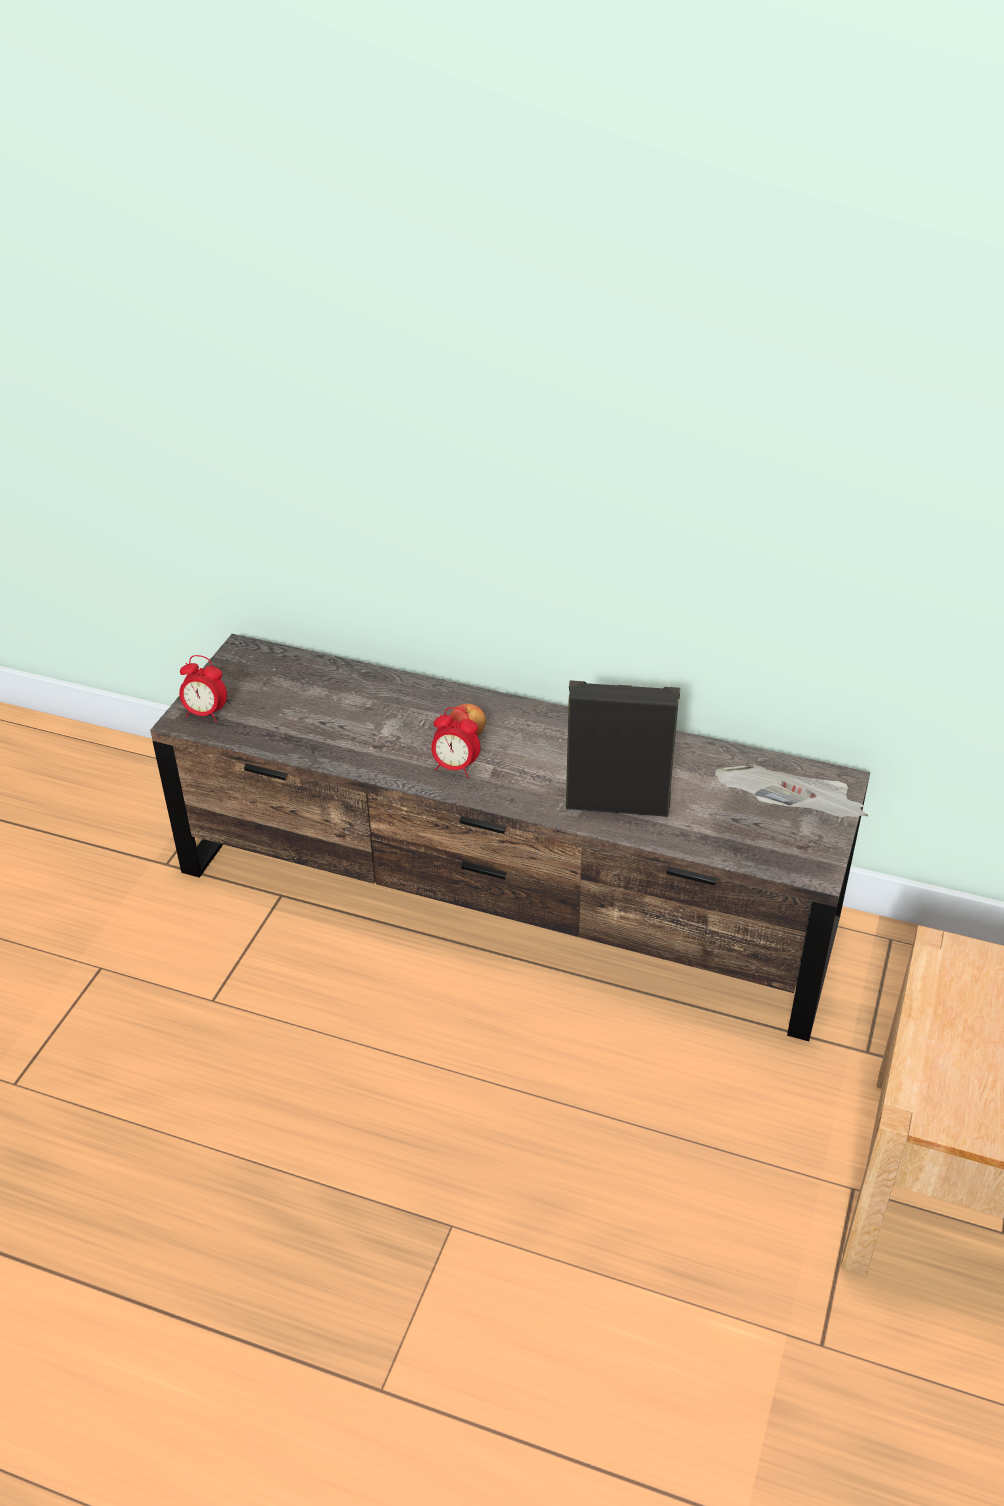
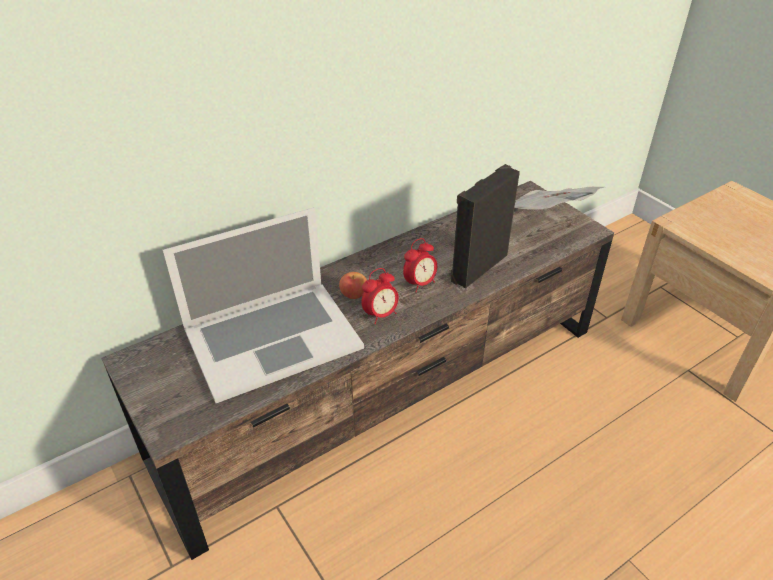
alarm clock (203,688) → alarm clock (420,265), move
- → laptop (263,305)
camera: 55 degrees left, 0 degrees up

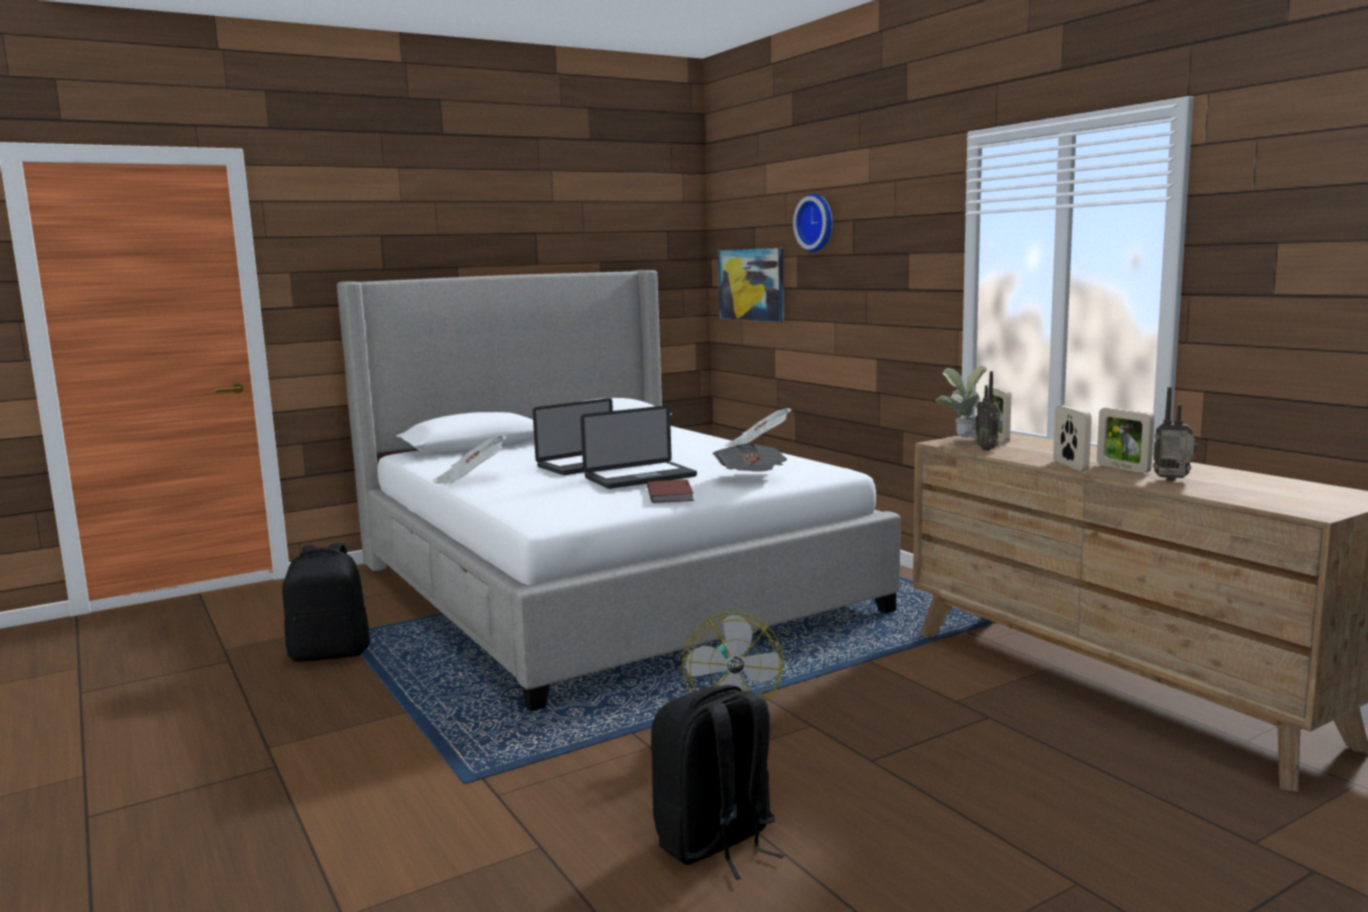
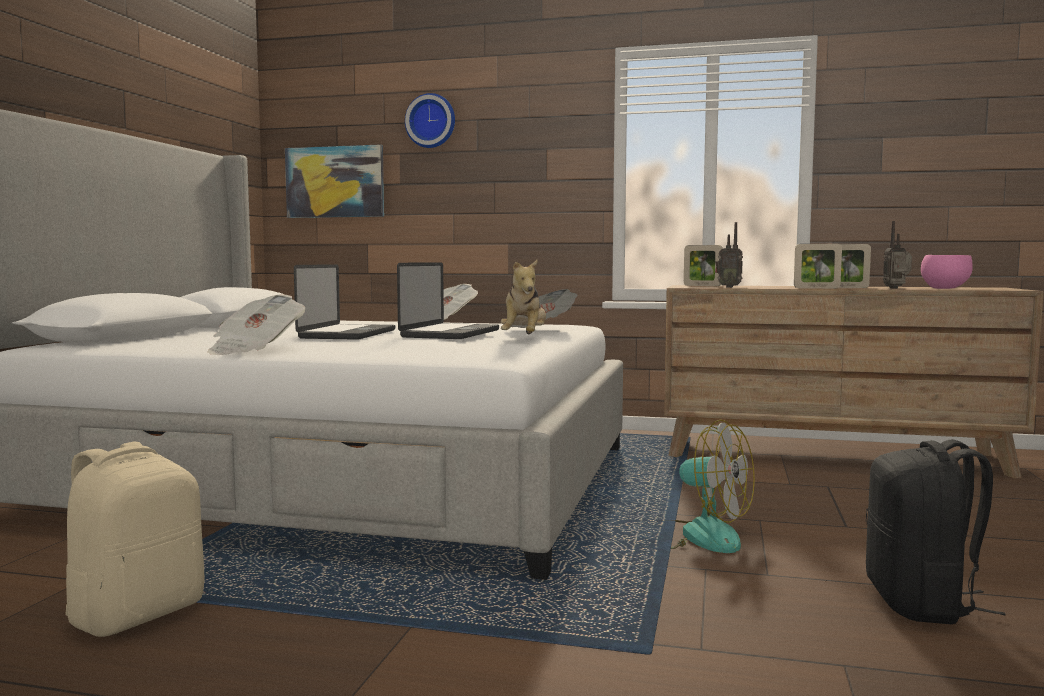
black backpack (326,602) → beige backpack (134,539)
brown book (670,491) → plush toy (523,297)
potted plant (961,403) → -
picture frame (1072,438) → picture frame (818,266), 150 degrees clockwise
- → pink bowl (947,272)
camera: 45 degrees left, 5 degrees down

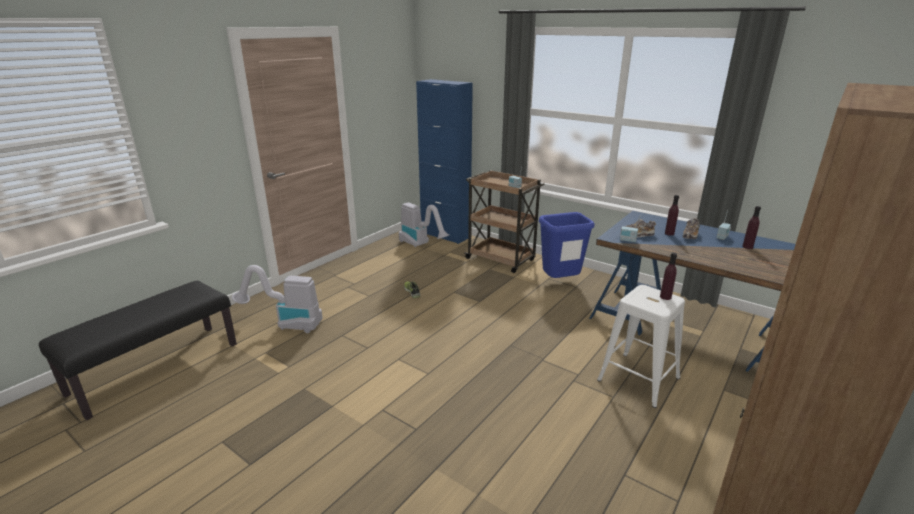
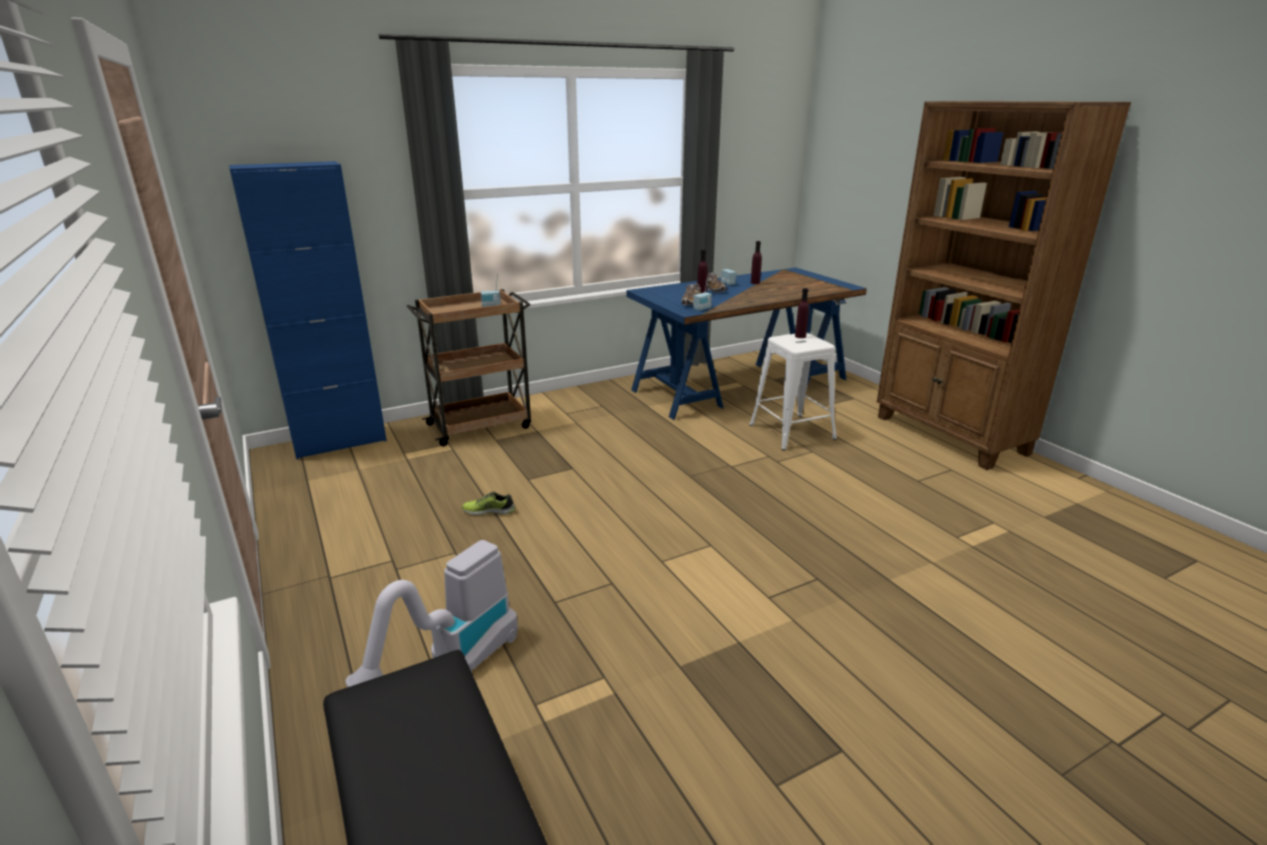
vacuum cleaner (424,225) → -
blue trash can (566,245) → -
camera: 65 degrees left, 0 degrees up

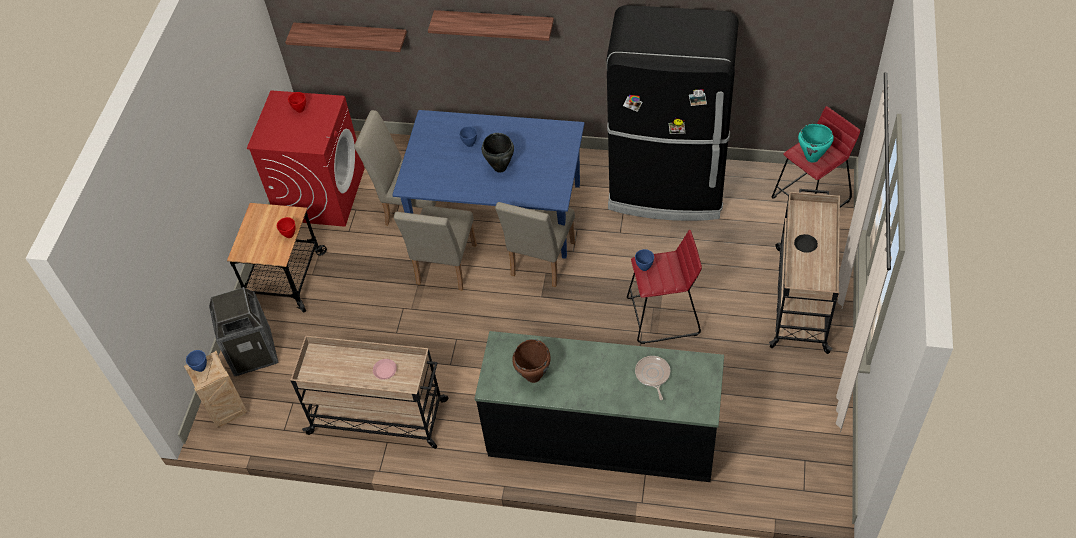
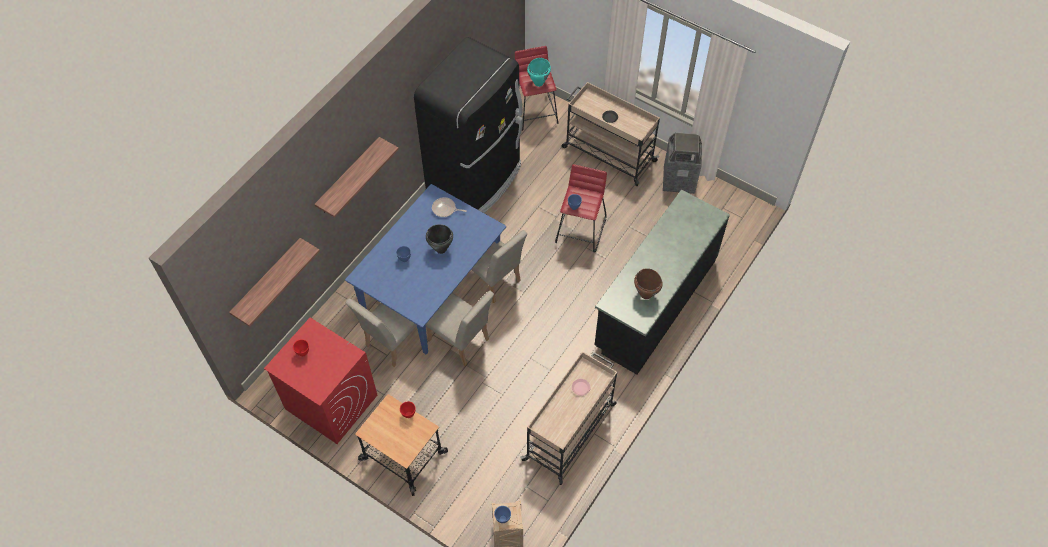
trash can (244,331) → trash can (682,163), move
frying pan (652,378) → frying pan (449,207), move
camera: 70 degrees left, 5 degrees up

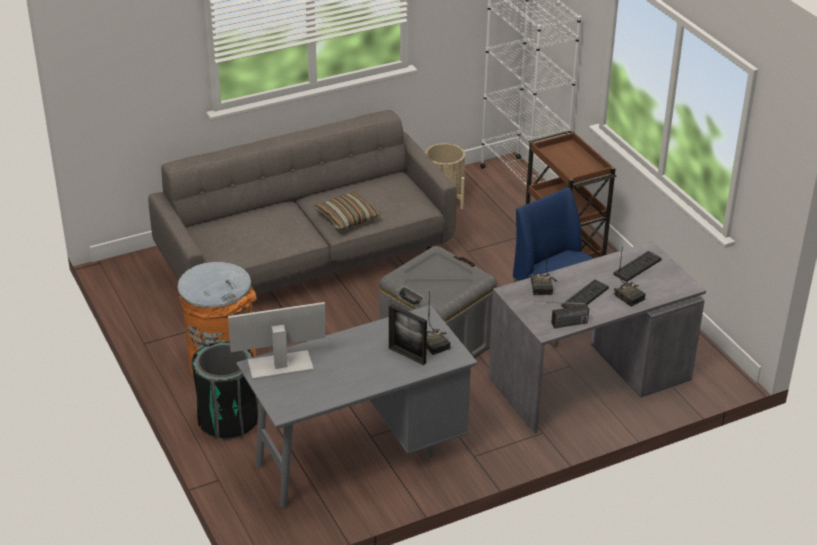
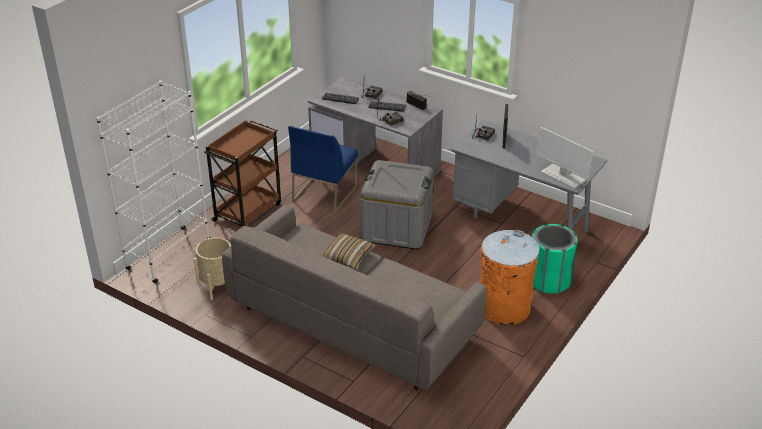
black trash can (225,390) → green trash can (554,259)
camera: 120 degrees left, 0 degrees up

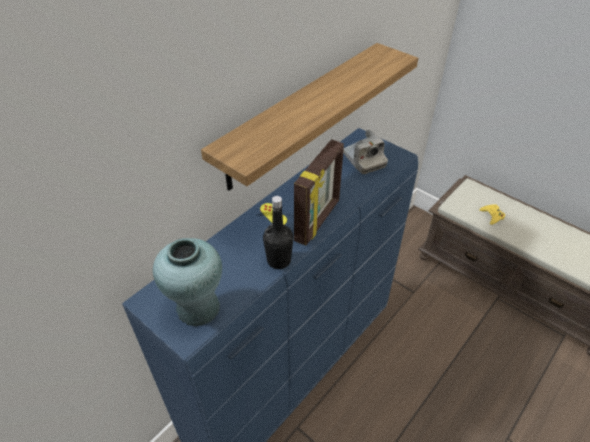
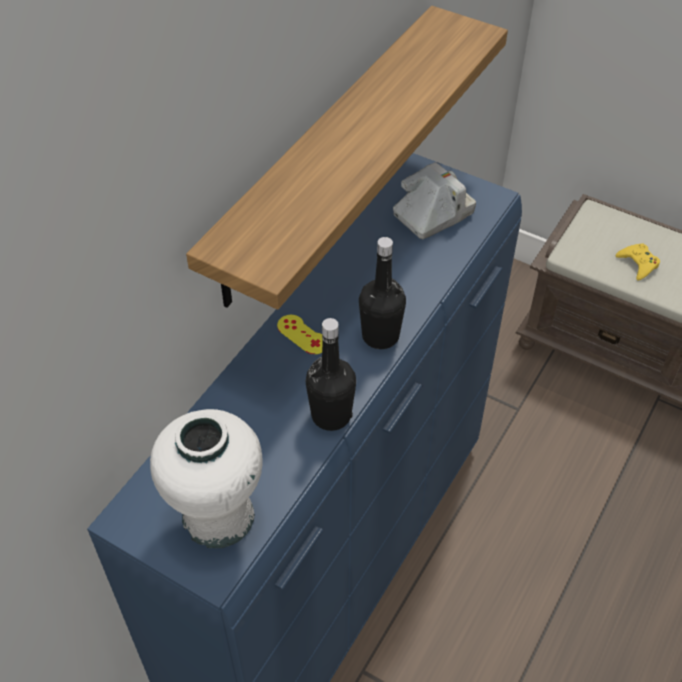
turquoise vase (187,282) → white vase (206,478)
picture frame (319,192) → black bottle (382,293)
photo camera (365,152) → photo camera (434,201), 90 degrees counterclockwise
camera: 10 degrees left, 5 degrees up

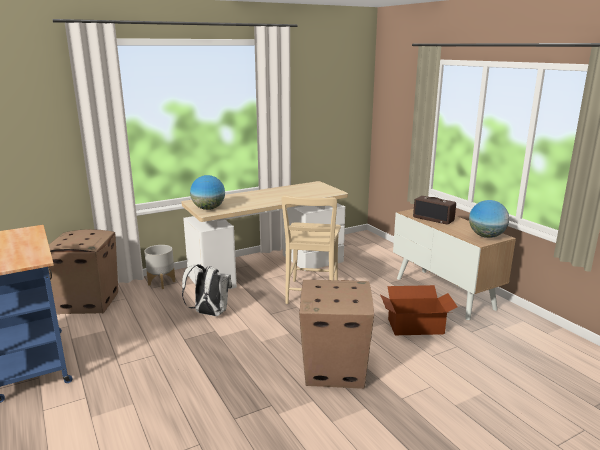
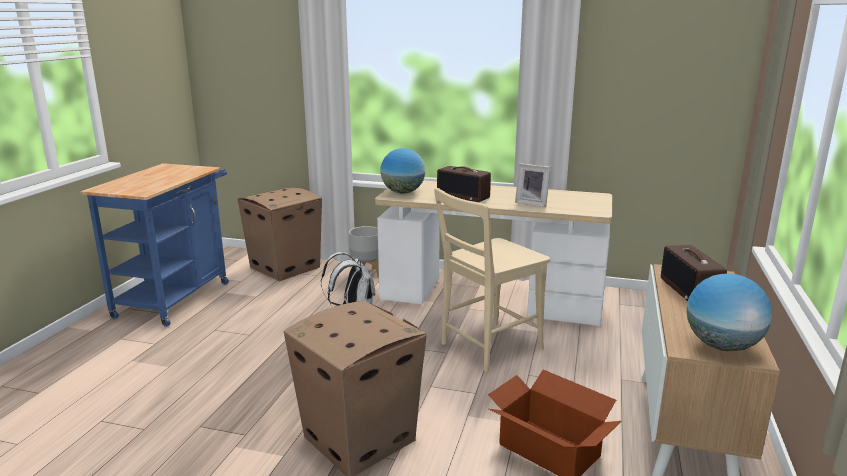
- → radio (464,184)
- → picture frame (533,185)
camera: 45 degrees right, 0 degrees up

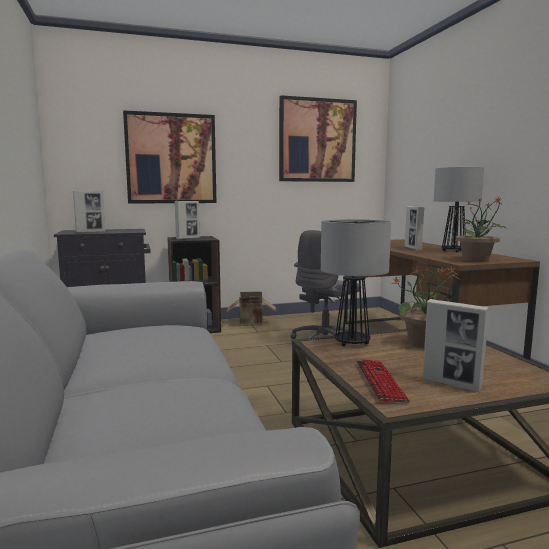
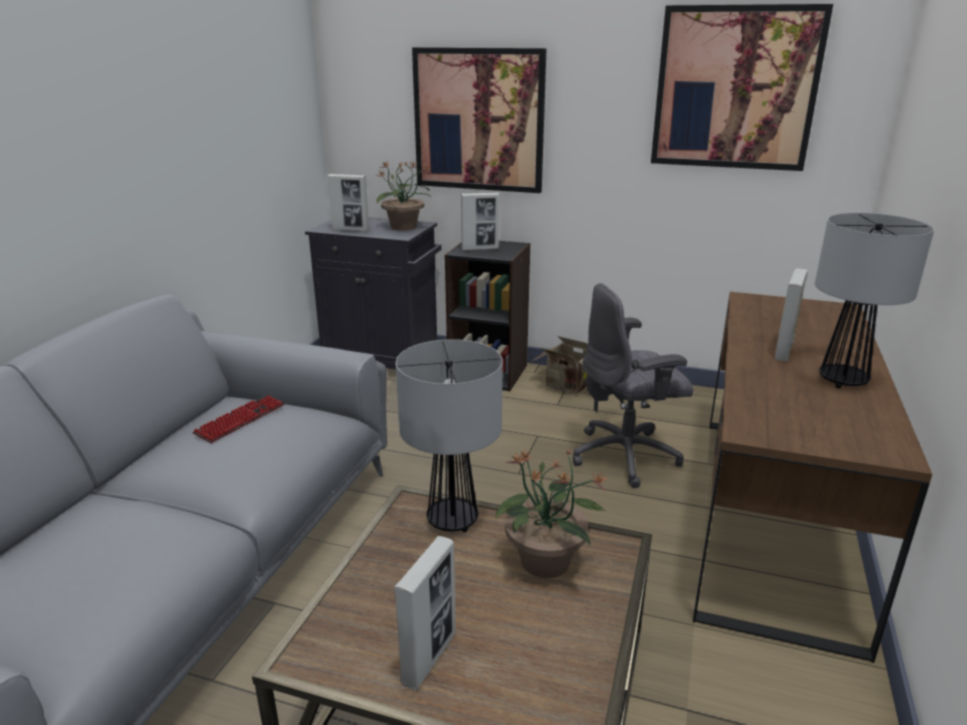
keyboard (383,381) → keyboard (238,419), move
picture frame (456,345) → picture frame (425,613), 135 degrees counterclockwise
potted plant (479,229) → potted plant (404,195), move
camera: 35 degrees right, 15 degrees up

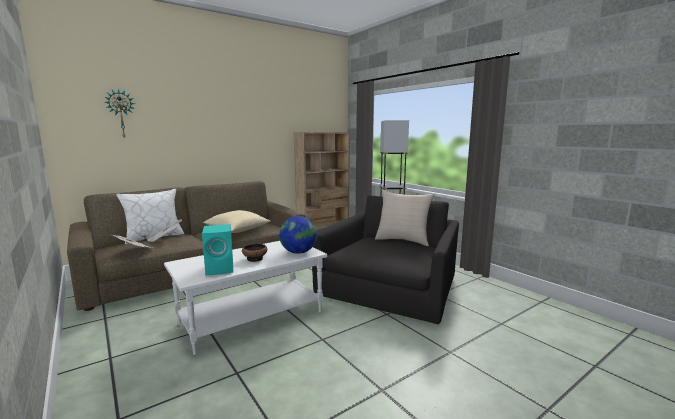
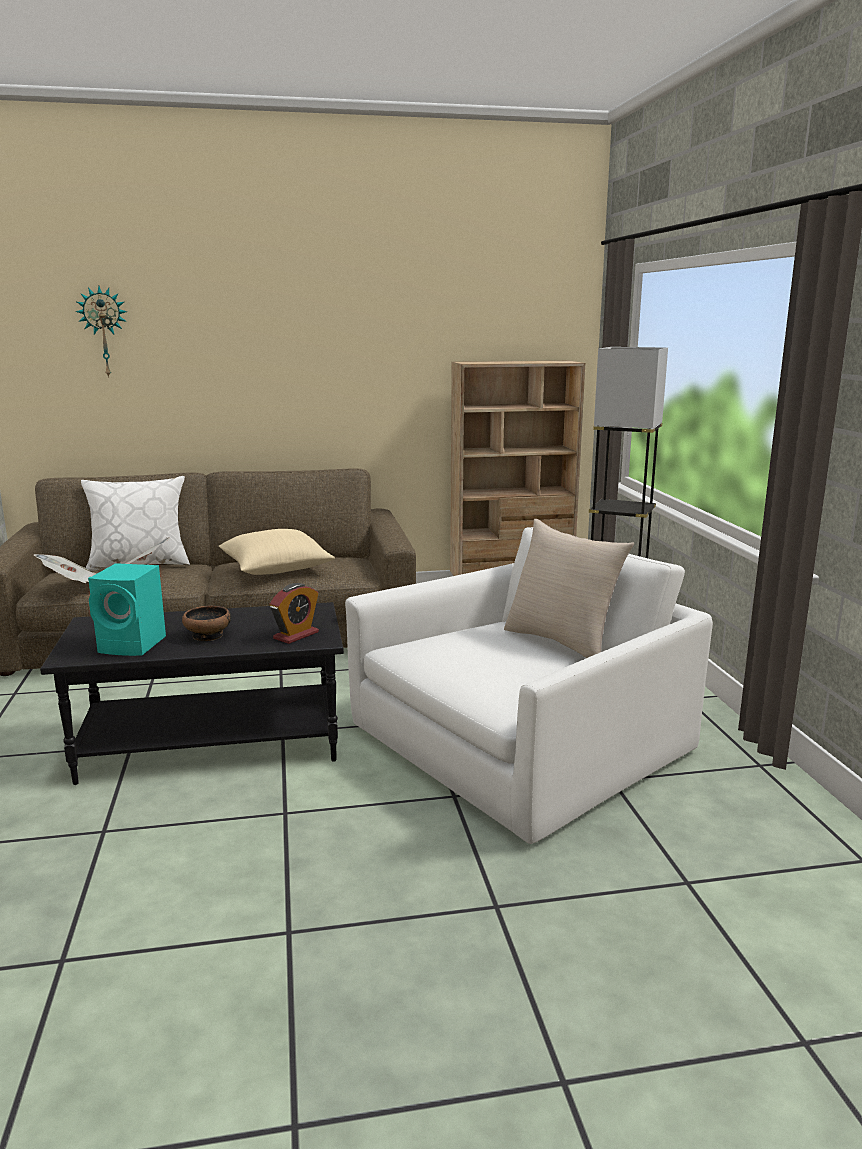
white coffee table (245,298) → black coffee table (192,693)
globe (298,235) → alarm clock (294,613)
black armchair (385,260) → white armchair (529,685)
camera: 25 degrees right, 5 degrees up

